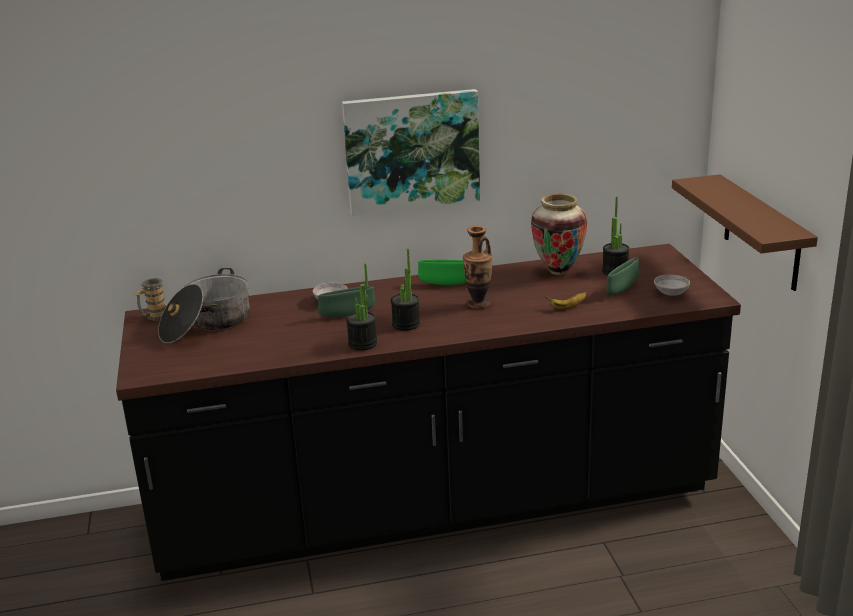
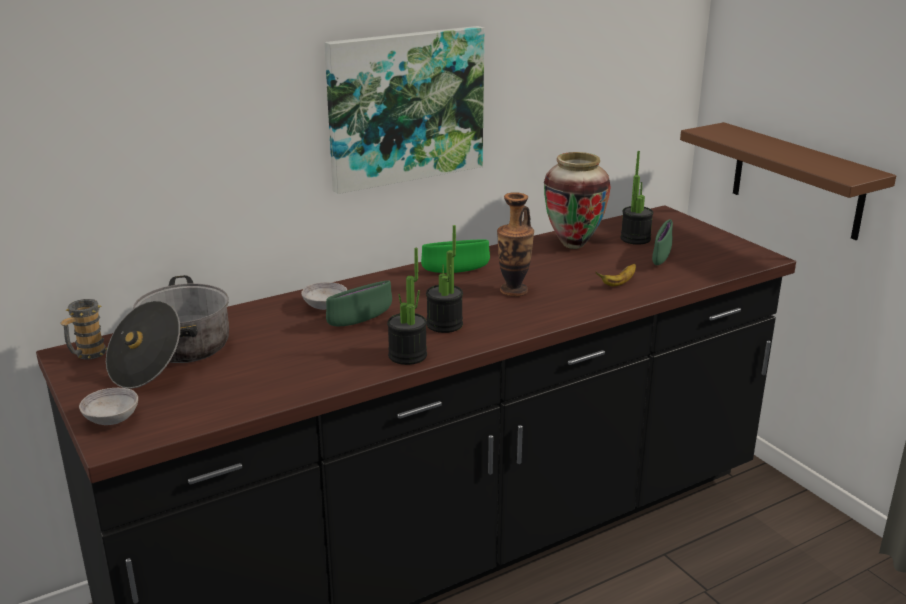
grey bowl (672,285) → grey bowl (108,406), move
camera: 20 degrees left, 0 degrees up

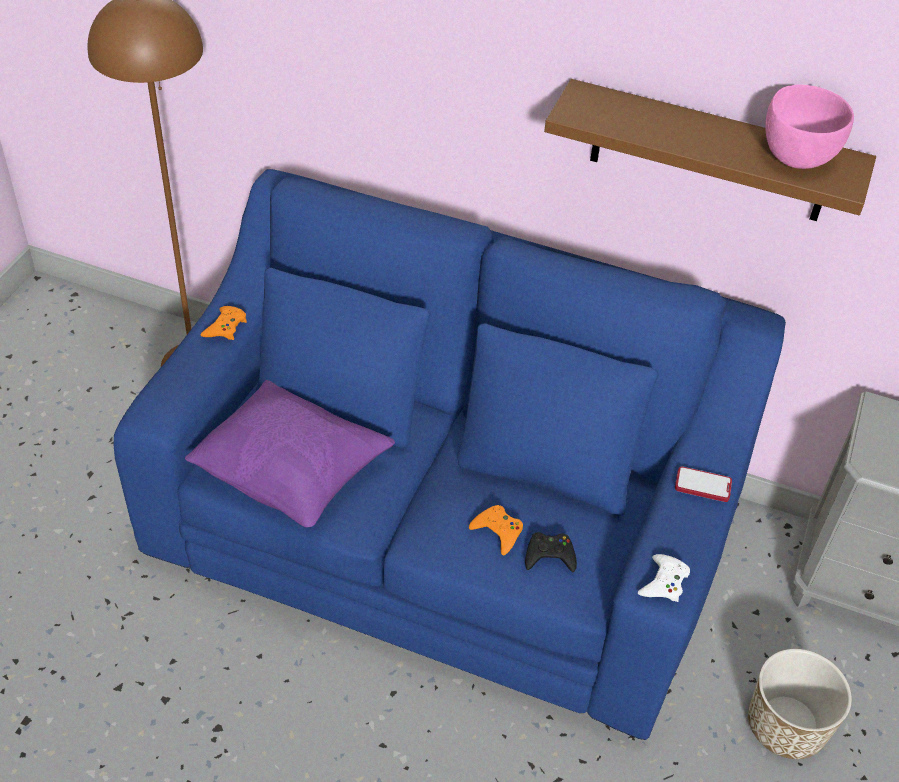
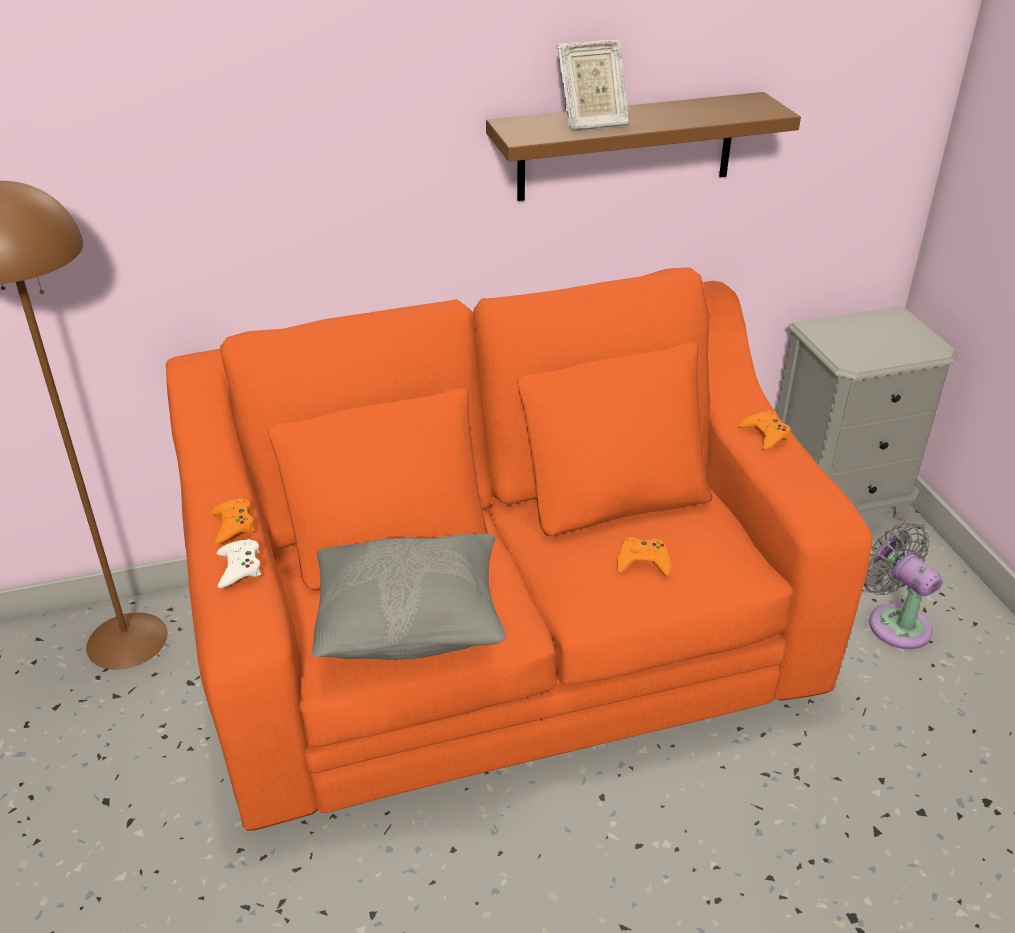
blue sofa (450,454) → orange sofa (519,549)
purple pillow (290,454) → grey pillow (409,596)
black game controller (551,552) → -
white game controller (664,578) → white game controller (239,563), move
phone (703,484) → orange game controller (764,430)
planter (800,704) → grey fan (903,586)
pink bowl (809,127) → -
- → picture frame (593,85)
camera: 35 degrees left, 10 degrees down

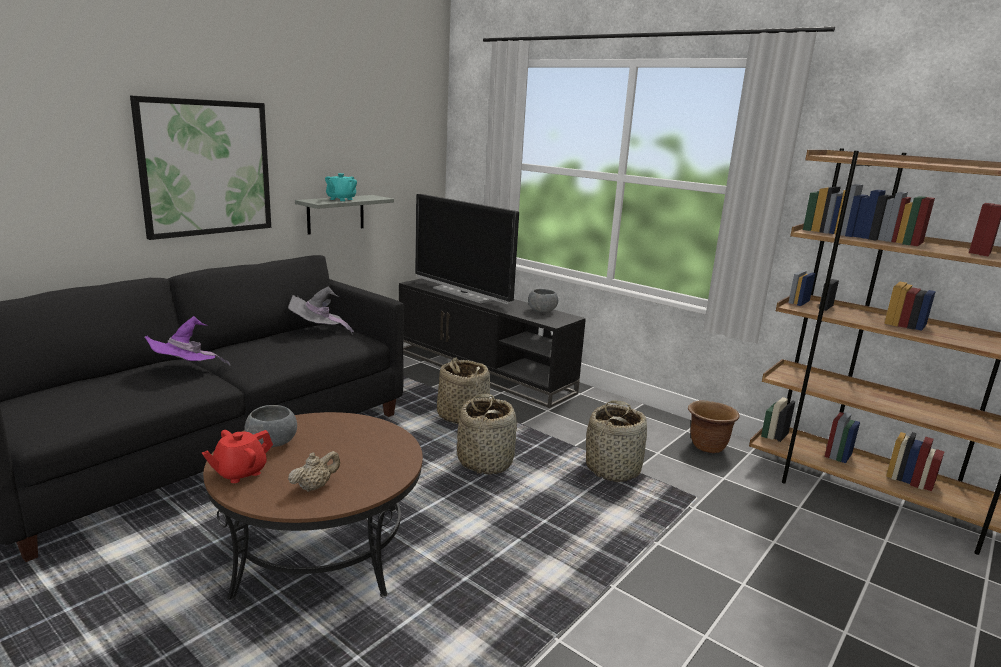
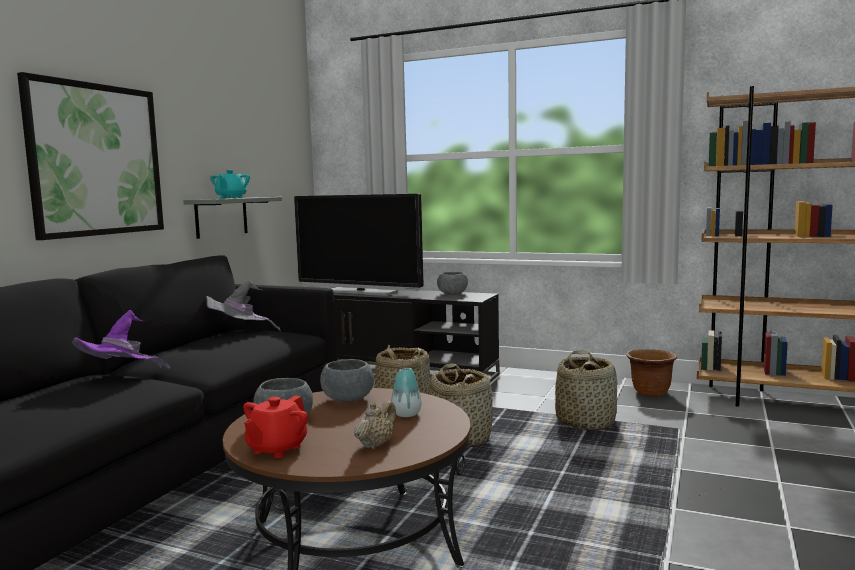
- → grey bowl (347,380)
- → vase (406,392)
camera: 15 degrees left, 10 degrees down

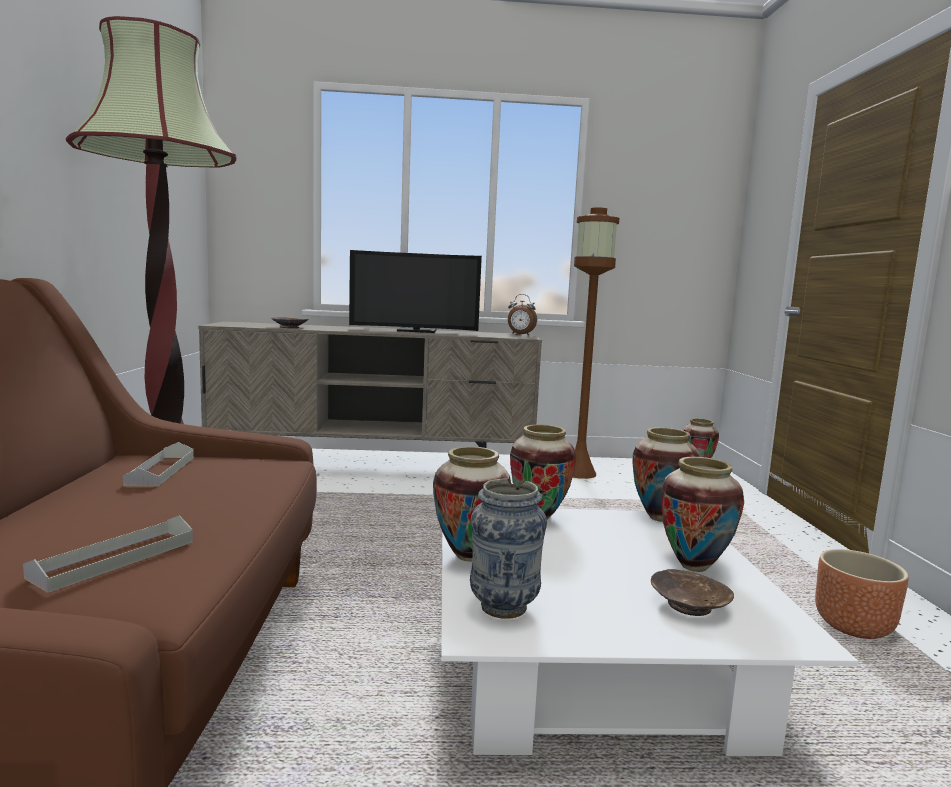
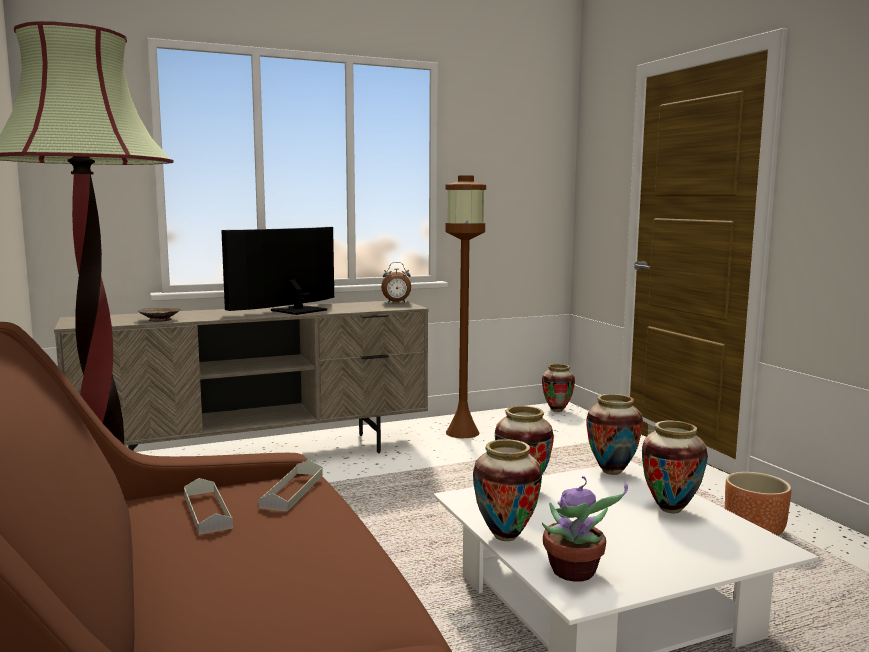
grey tray (108,554) → grey tray (290,485), move
television (415,291) → television (277,271), 150 degrees clockwise
vase (508,548) → potted plant (585,529)
brown bowl (692,592) → -
camera: 20 degrees left, 0 degrees up

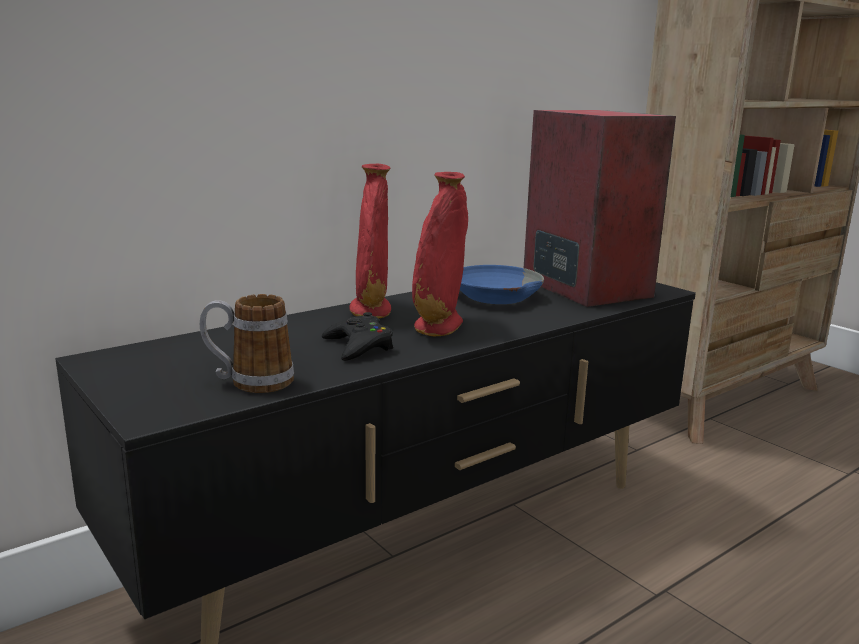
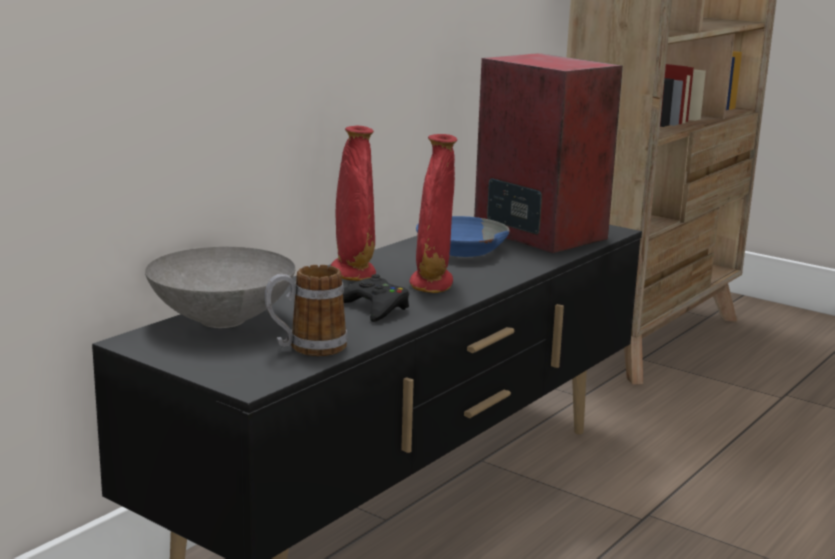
- → grey bowl (220,287)
camera: 15 degrees left, 0 degrees up

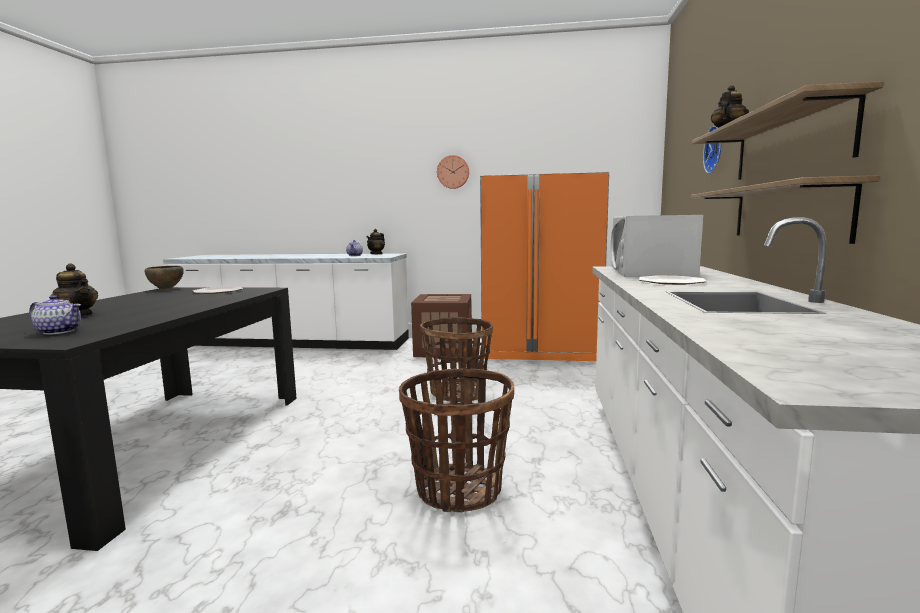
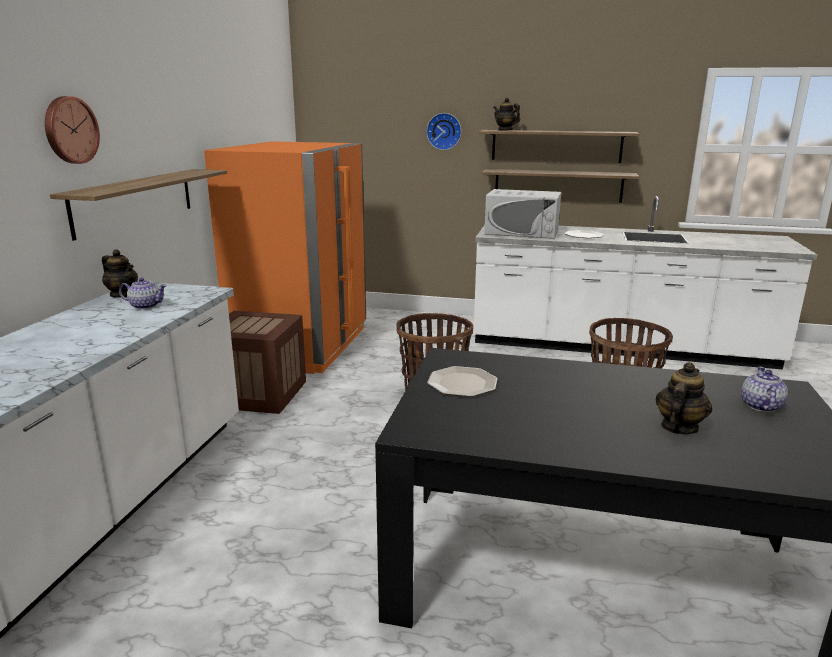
brown bowl (164,278) → -
wall clock (453,172) → wall clock (72,130), move
- → shelf (138,205)
camera: 85 degrees left, 10 degrees up

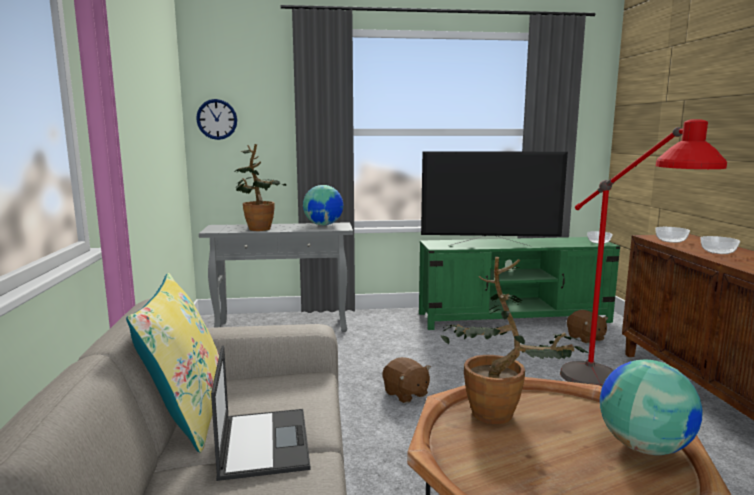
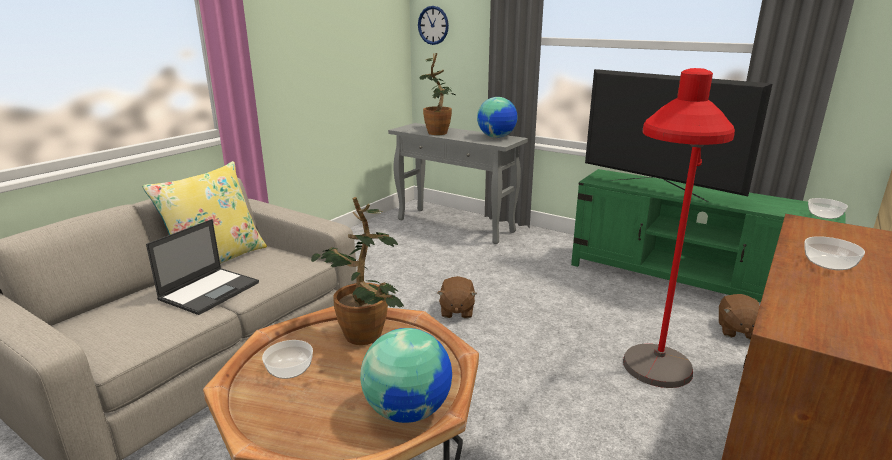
bowl (672,235) → bowl (287,359), move
camera: 40 degrees right, 10 degrees up

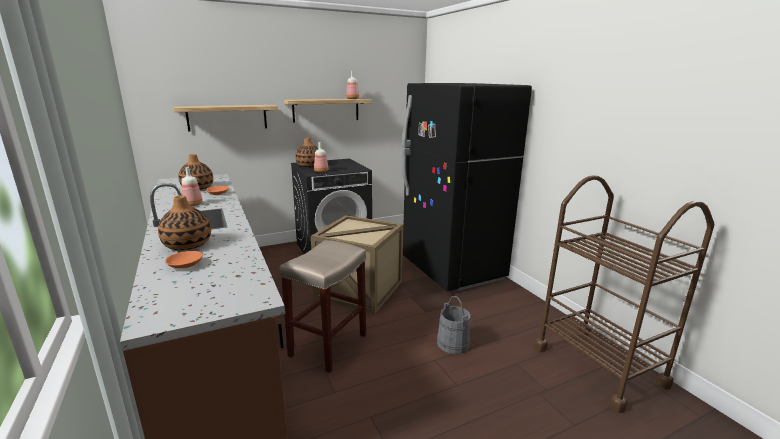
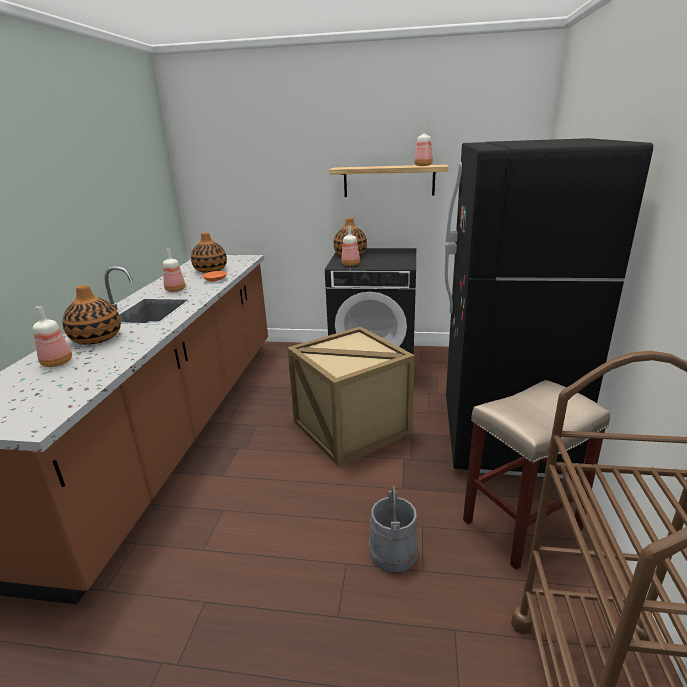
orange bowl (184,259) → bottle (52,336)
shelf (226,118) → -
beige stool (322,306) → beige stool (536,475), move
camera: 35 degrees right, 5 degrees up

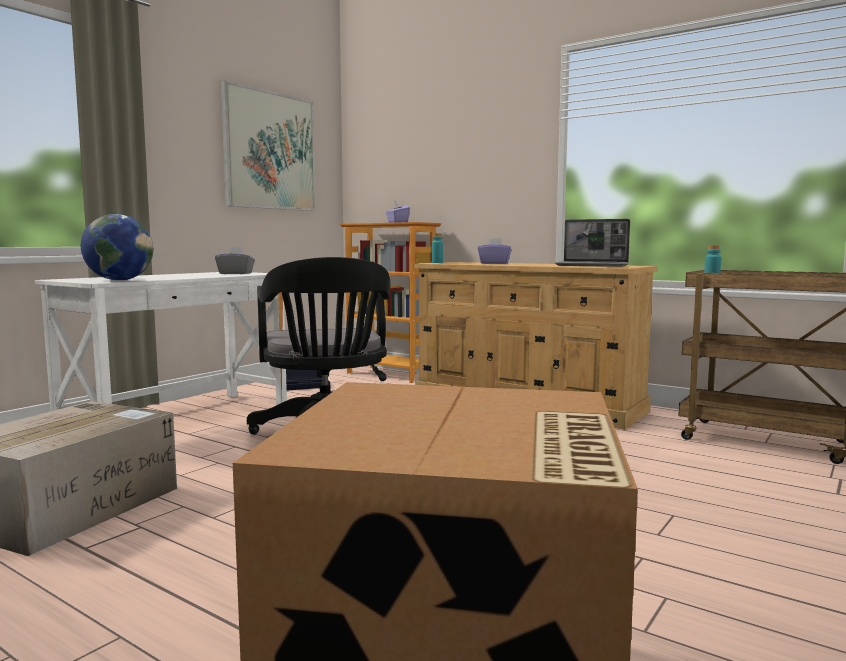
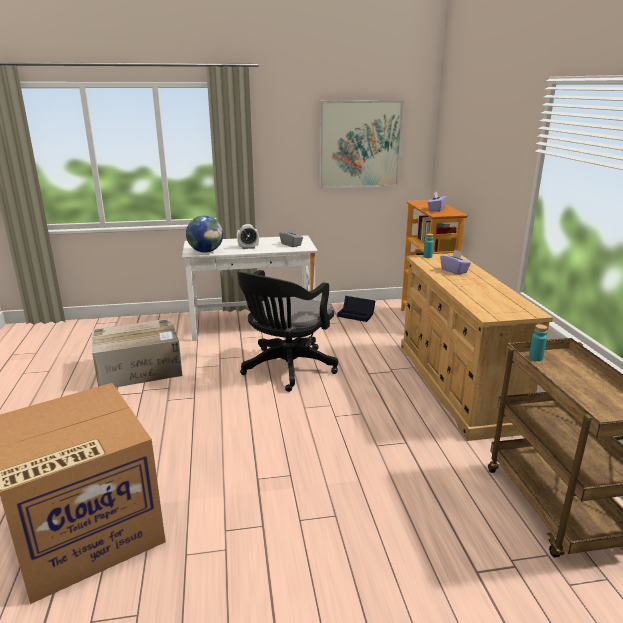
laptop (592,243) → -
- → alarm clock (248,236)
camera: 45 degrees right, 15 degrees up

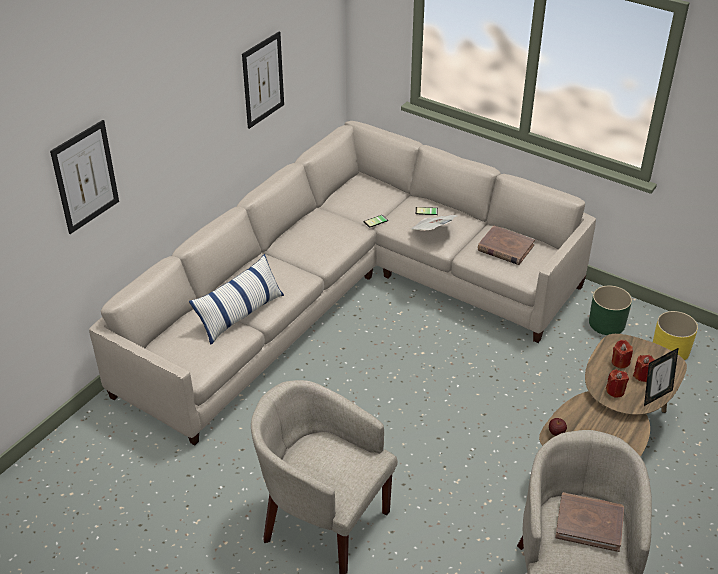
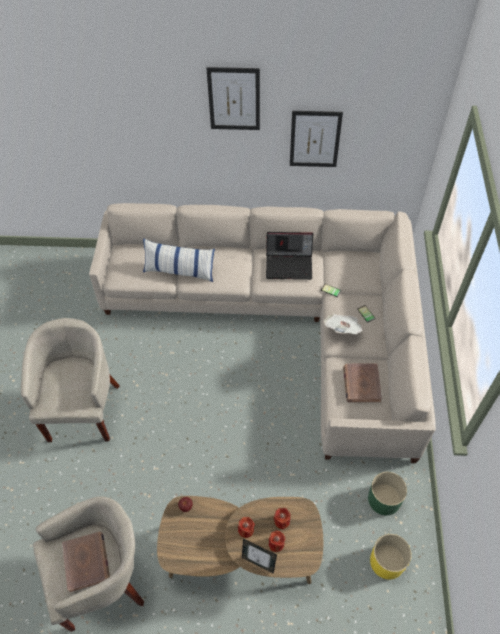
picture (84,177) → picture (233,98), move
- → laptop (289,256)
camera: 60 degrees right, 15 degrees up

